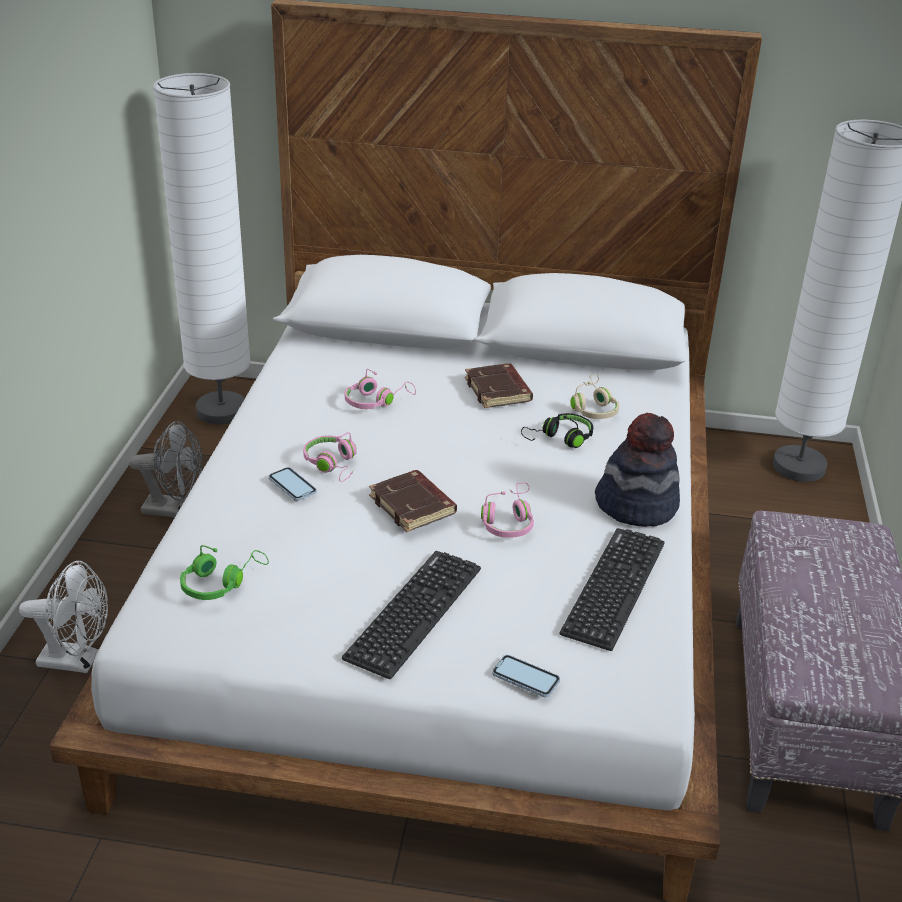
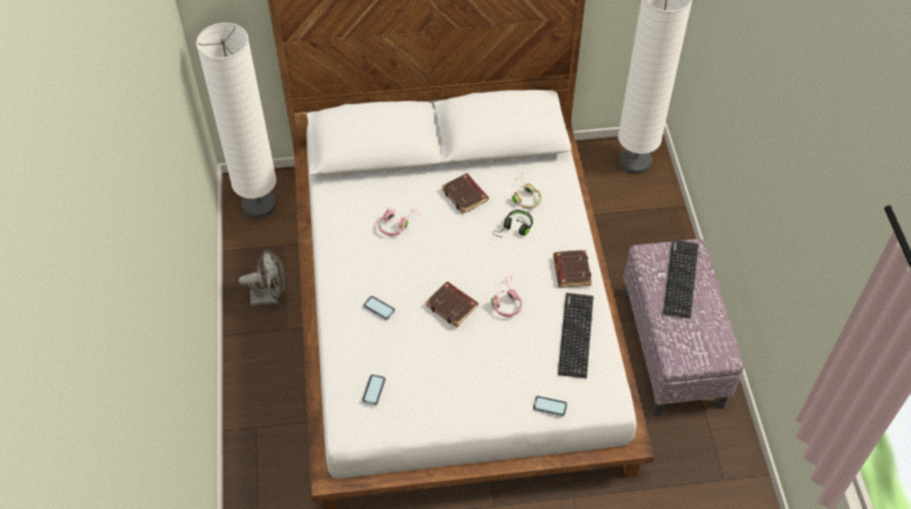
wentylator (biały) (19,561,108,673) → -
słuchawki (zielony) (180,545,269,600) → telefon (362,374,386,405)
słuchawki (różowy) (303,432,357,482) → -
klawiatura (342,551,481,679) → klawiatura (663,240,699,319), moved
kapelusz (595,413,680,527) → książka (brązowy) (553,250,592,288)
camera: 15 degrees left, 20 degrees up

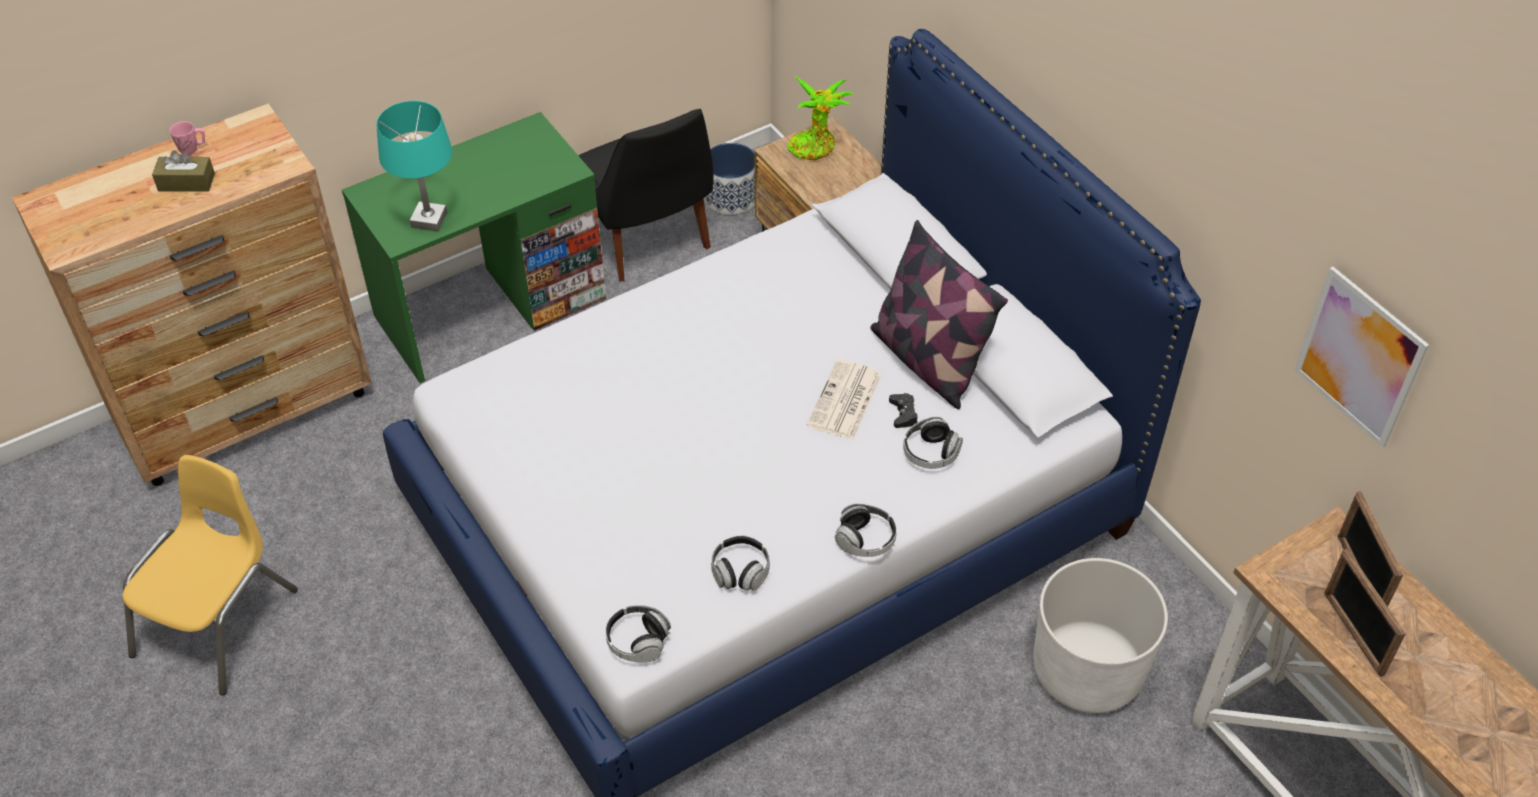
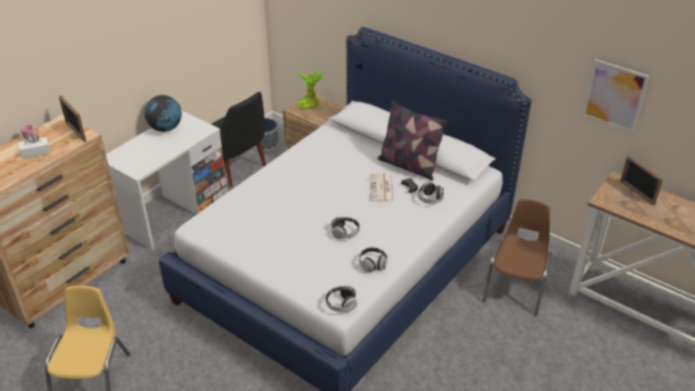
pudełko chusteczek (brązowy) (152,150,215,192) → pudełko chusteczek (biały) (19,134,50,159)
biurko (zielony) (342,112,607,383) → biurko (biały) (106,110,227,250)
lampa stołowa (turkusowy) (376,101,452,232) → -
słuchawki (835,503,897,557) → słuchawki (331,217,360,239), moved
donica (biały) (1033,558,1168,713) → krzesło (brązowy) (482,199,551,316)
ramka na zdjęcie (1324,549,1406,677) → ramka na zdjęcie (59,95,87,142), moved
- → globus (144,95,182,132)
camera: 20 degrees left, 10 degrees down

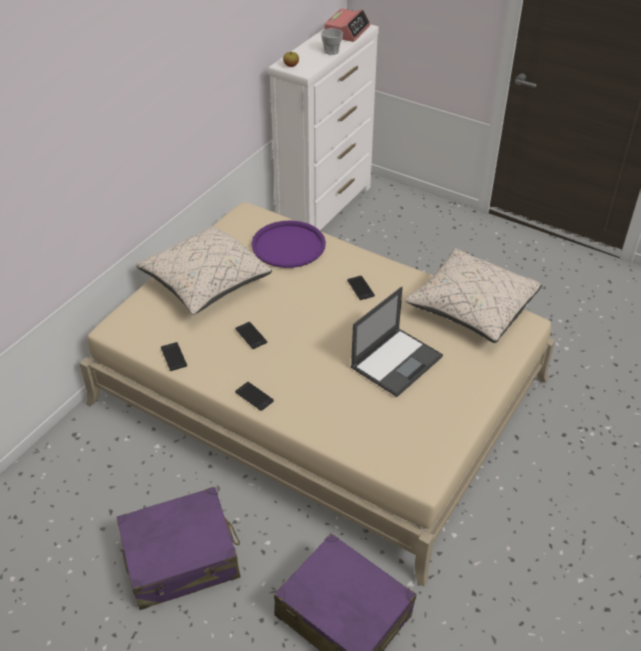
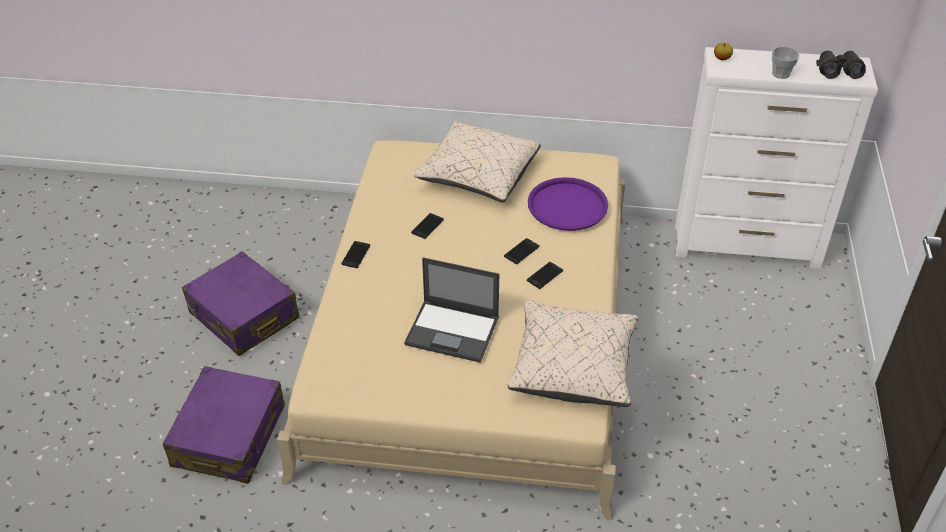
telefon (161,342,187,371) → telefon (504,238,539,264), moved
budzik (324,8,370,42) → lornetka (czarny) (816,51,866,79)
camera: 65 degrees right, 0 degrees up

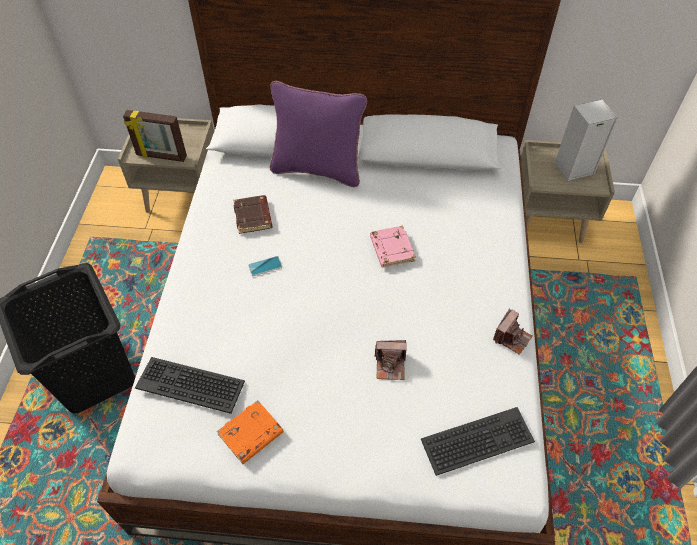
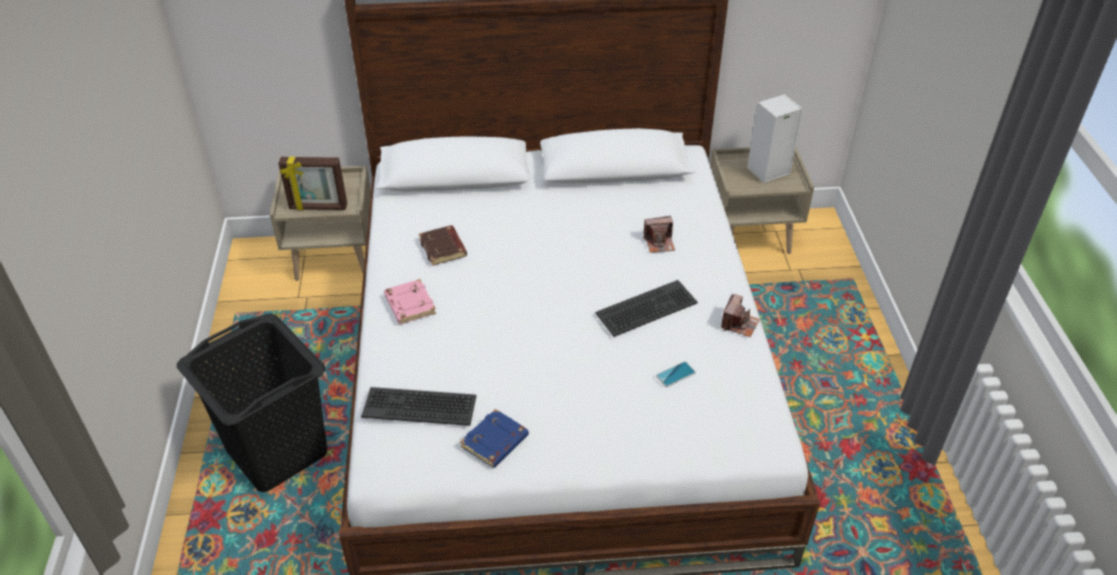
książka (pomarańczowy) (217,400,284,464) → książka (niebieski) (460,409,529,468)
telefon (248,256,282,276) → telefon (656,362,696,387), moved
poduszka (fioletowy) (270,81,367,187) → -
książka (różowy) (370,226,416,268) → książka (różowy) (384,279,436,324), moved
aparat fotograficzny (374,340,406,380) → aparat fotograficzny (643,216,675,253), moved
klawiatura (421,407,535,476) → klawiatura (595,280,698,337), moved
camera: 10 degrees left, 10 degrees down

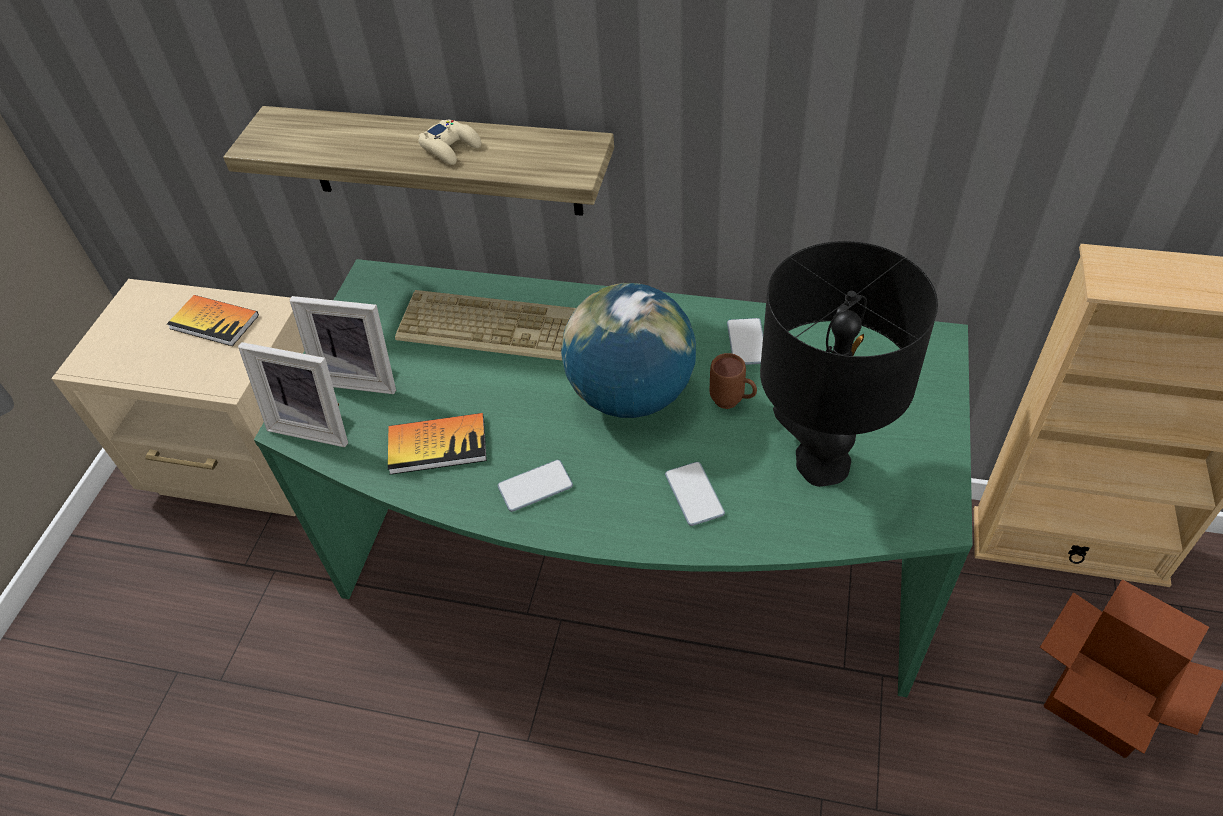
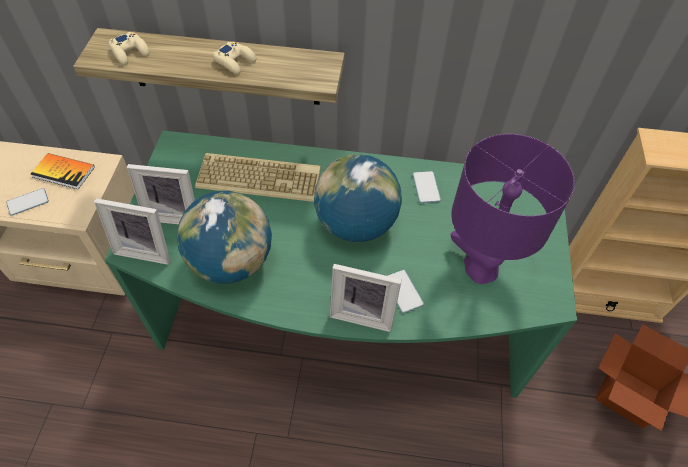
książka (388,413,487,475) → globus (177,191,272,283)
telefon (498,460,573,512) → telefon (6,188,49,216), moved
kubek (brązowy) (710,353,757,409) → -
lampa stołowa (czarny) (760,241,938,487) → lampa stołowa (fioletowy) (450,134,575,284)
- → pad do gier (beżowy) (108,32,150,65)
- → ramka na zdjęcie (330,264,402,332)
camera: 10 degrees left, 5 degrees up

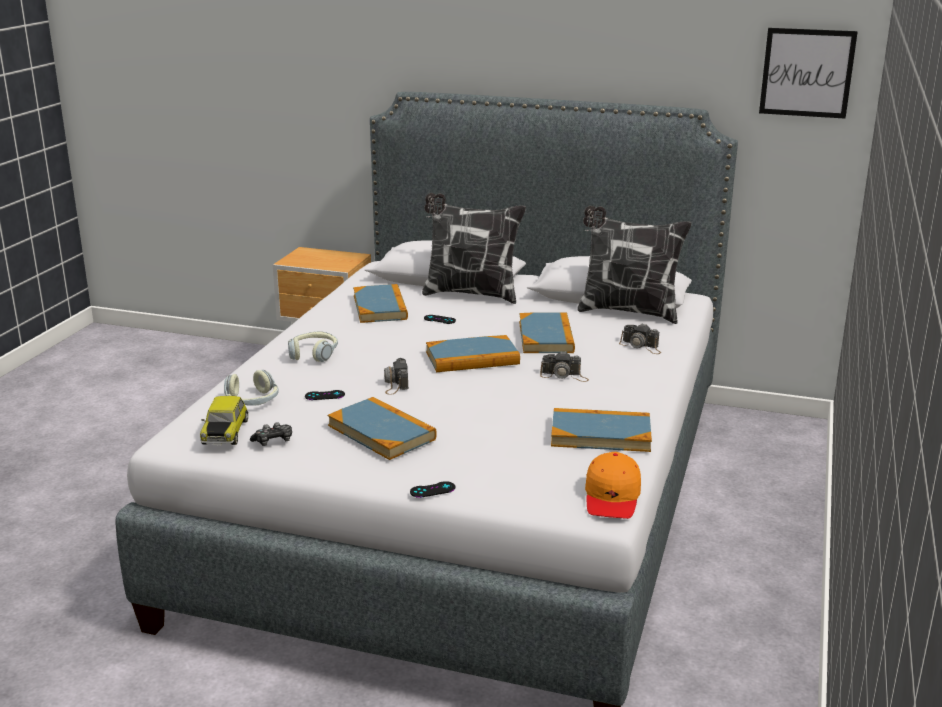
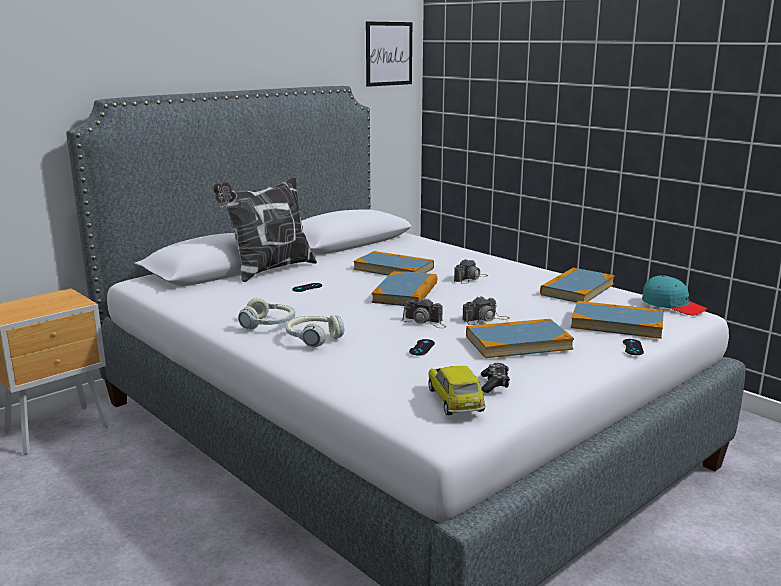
samochodzik (200,396,248,445) → samochodzik (429,366,486,415), 135 degrees counterclockwise
słuchawki (224,370,279,406) → słuchawki (238,298,295,329), moved
książka (353,284,408,323) → książka (571,301,664,339), moved
poduszka (577,206,692,324) → -
czapka z daszkiem (pomarańczowy) (585,452,641,519) → czapka z daszkiem (turkusowy) (642,275,707,316)
aparat fotograficzny (619,324,661,354) → aparat fotograficzny (462,296,510,325), moved
camera: 60 degrees left, 5 degrees down

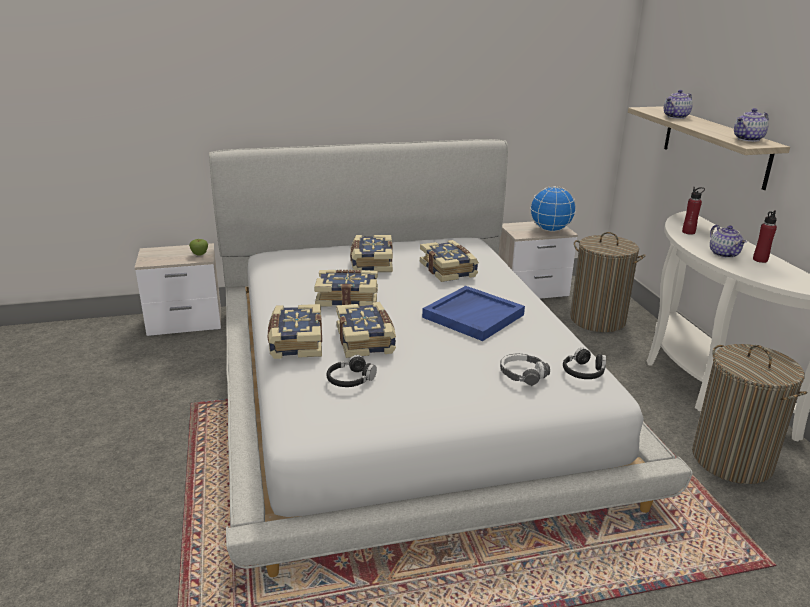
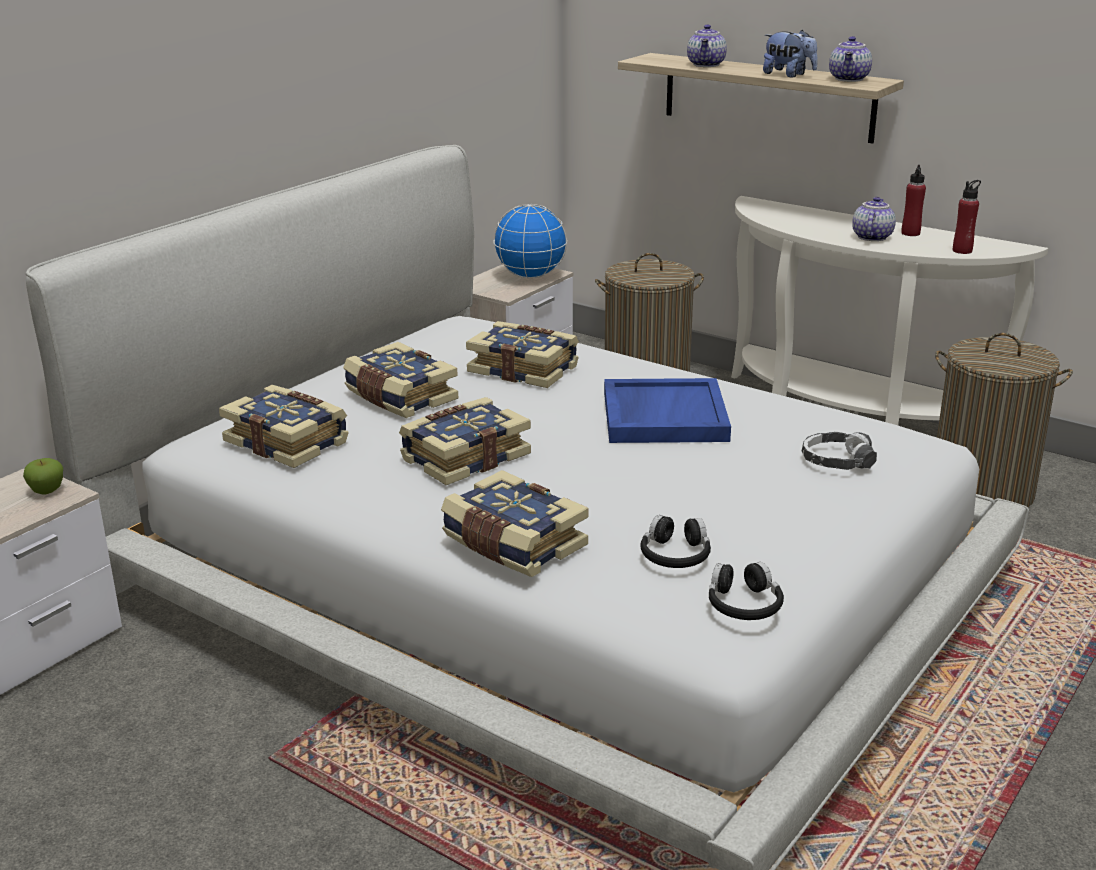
książka (336,302,396,358) → książka (219,385,349,468), moved
słuchawki (czarny) (563,348,606,379) → słuchawki (czarny) (709,562,784,620), moved
butelka (czerwony) (682,187,705,235) → butelka (czerwony) (953,180,981,254), moved
imbryk (710,225,747,258) → imbryk (852,197,896,241), 105 degrees counterclockwise
- → pluszak (763,30,818,78)
camera: 40 degrees left, 0 degrees up

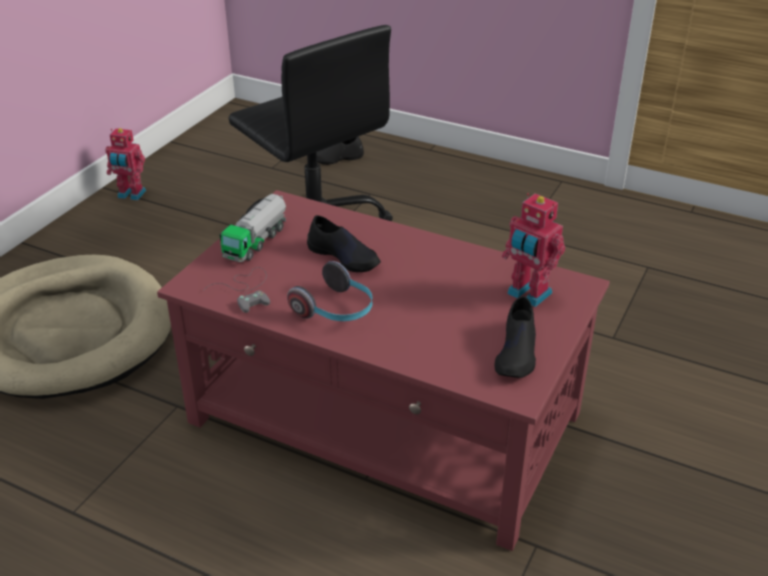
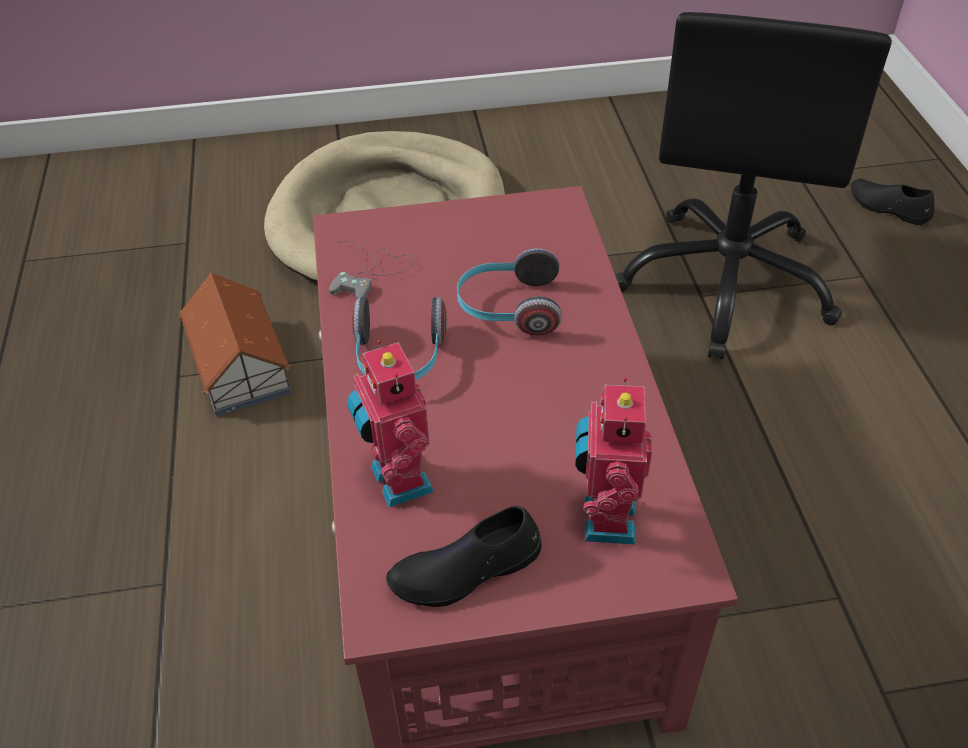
robot zabawkowy (105,128,146,200) → robot zabawkowy (347,340,435,507), moved
ciężarówka zabawkowa (219,194,286,262) → -
but (czarny) (307,215,381,272) → słuchawki (457,248,562,336)
- → domek (179,272,292,417)
camera: 55 degrees right, 10 degrees up

